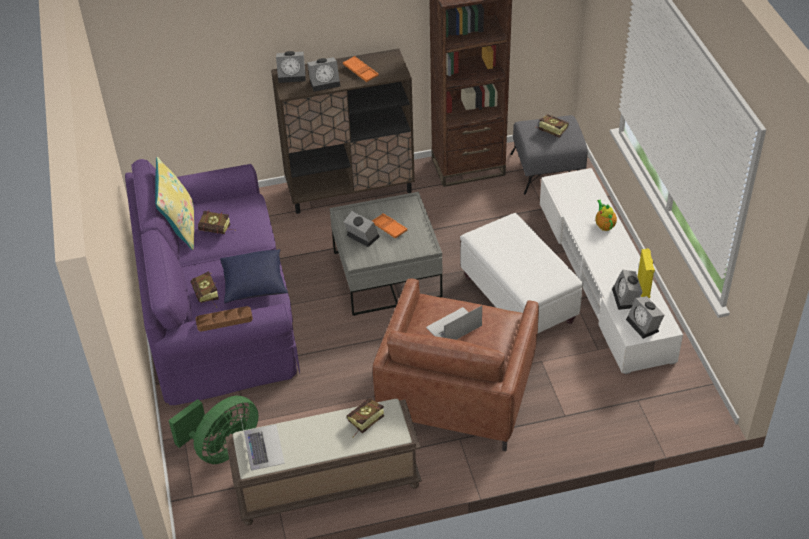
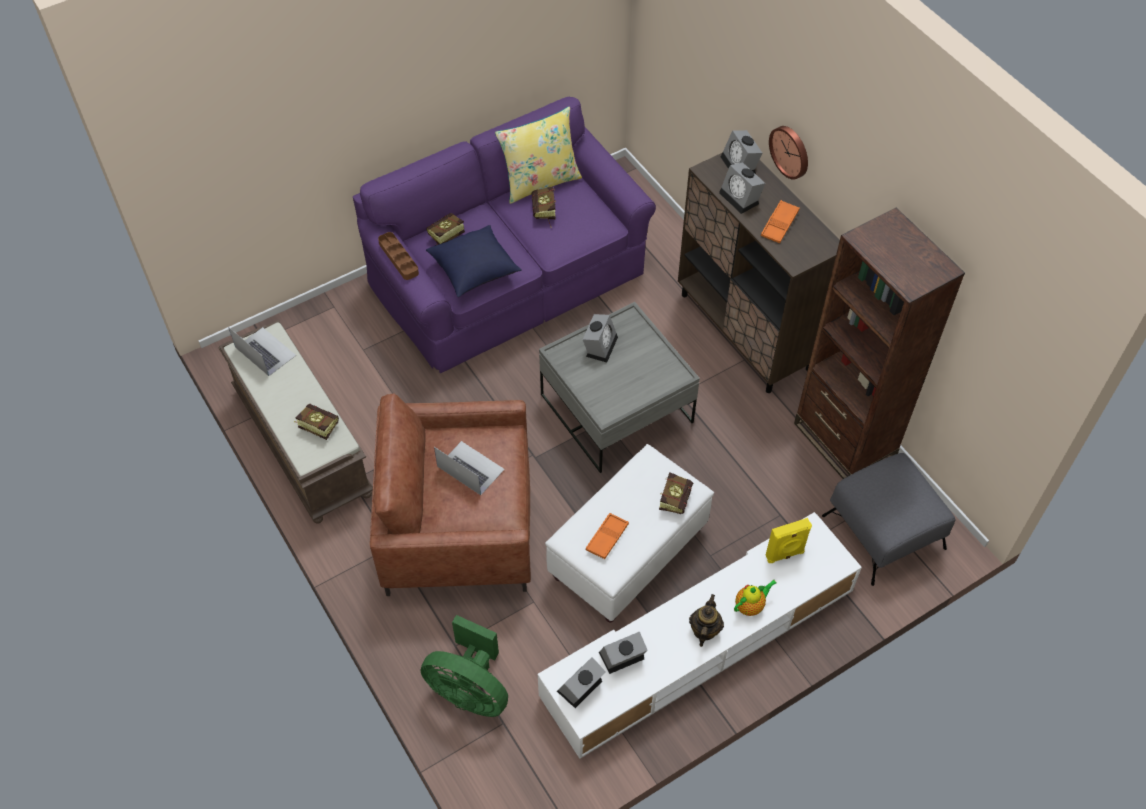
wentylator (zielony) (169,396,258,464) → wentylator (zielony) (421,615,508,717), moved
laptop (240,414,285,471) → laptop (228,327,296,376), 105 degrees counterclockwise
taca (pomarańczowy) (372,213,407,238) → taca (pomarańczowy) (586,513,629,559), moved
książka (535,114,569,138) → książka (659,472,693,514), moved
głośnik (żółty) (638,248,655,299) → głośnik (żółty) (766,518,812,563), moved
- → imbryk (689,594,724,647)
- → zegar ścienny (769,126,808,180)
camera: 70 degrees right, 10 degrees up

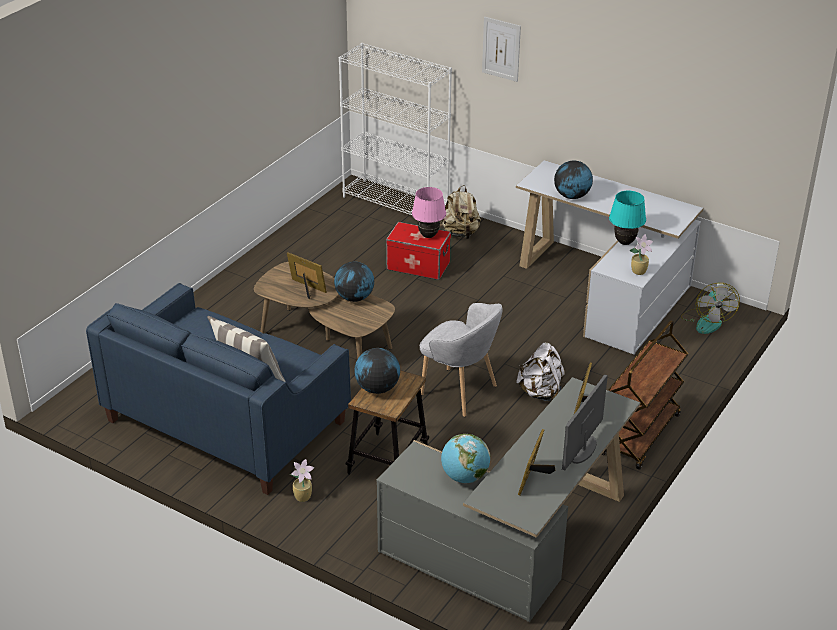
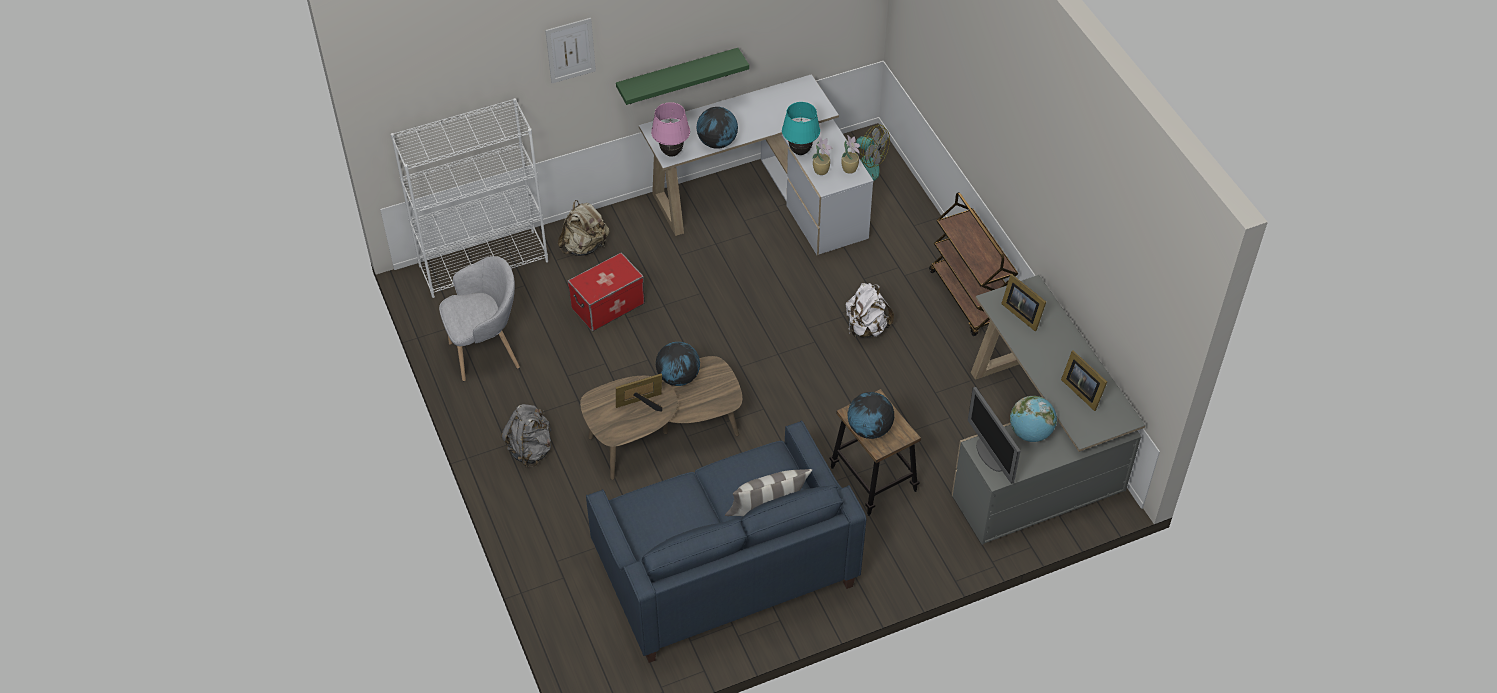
roślina doniczkowa (290,459,315,502) → roślina doniczkowa (812,136,832,175), moved
lampa stołowa (różowy) (412,187,446,238) → lampa stołowa (różowy) (651,102,690,157), moved
fotel (szary) (420,303,503,417) → fotel (szary) (439,256,520,381), moved
monitor (562,374,608,470) → monitor (968,386,1020,484), moved
- → plecak (szary) (501,404,551,467)
- → półka (zielony) (616,48,749,105)
camera: 55 degrees left, 15 degrees up

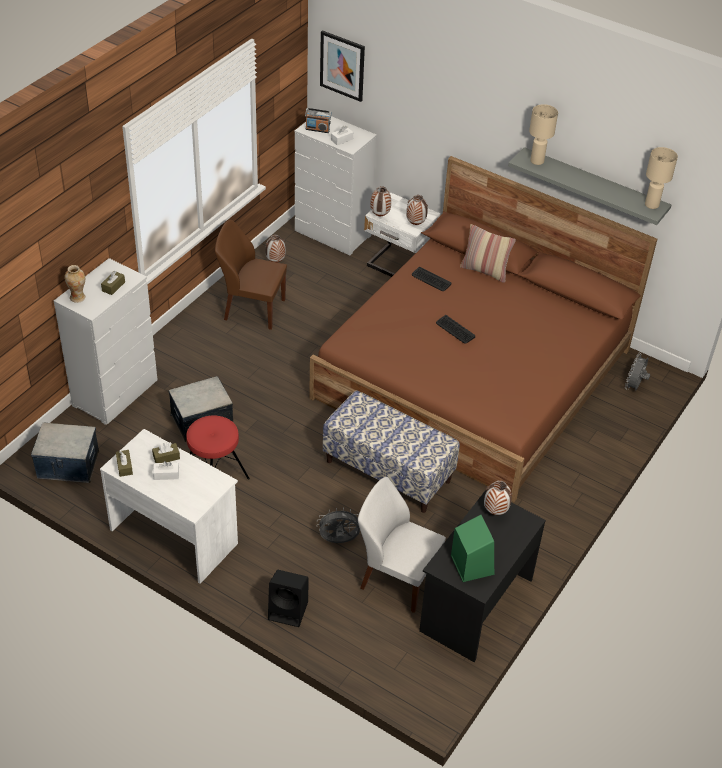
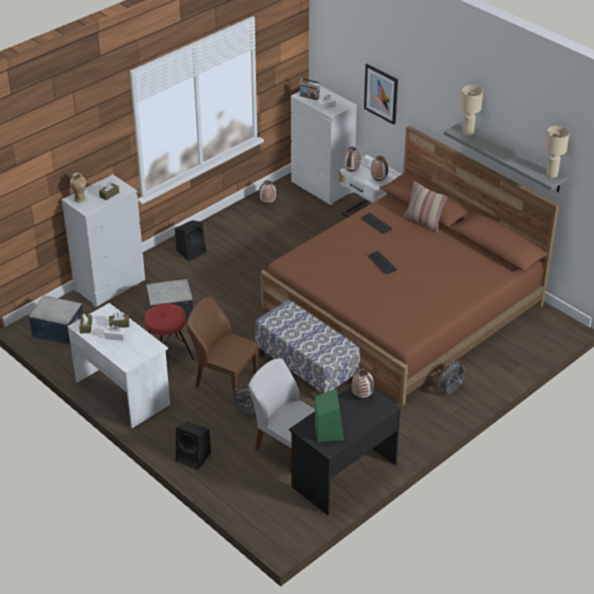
krzesło (brązowy) (215,220,287,330) → krzesło (brązowy) (186,296,258,399), moved
obraz (320,30,365,102) → obraz (364,64,398,125), moved
wentylator (szary) (625,353,650,391) → wentylator (szary) (438,360,465,394), moved
- → głośnik (czarny) (175,220,206,261)
camera: 15 degrees right, 5 degrees down

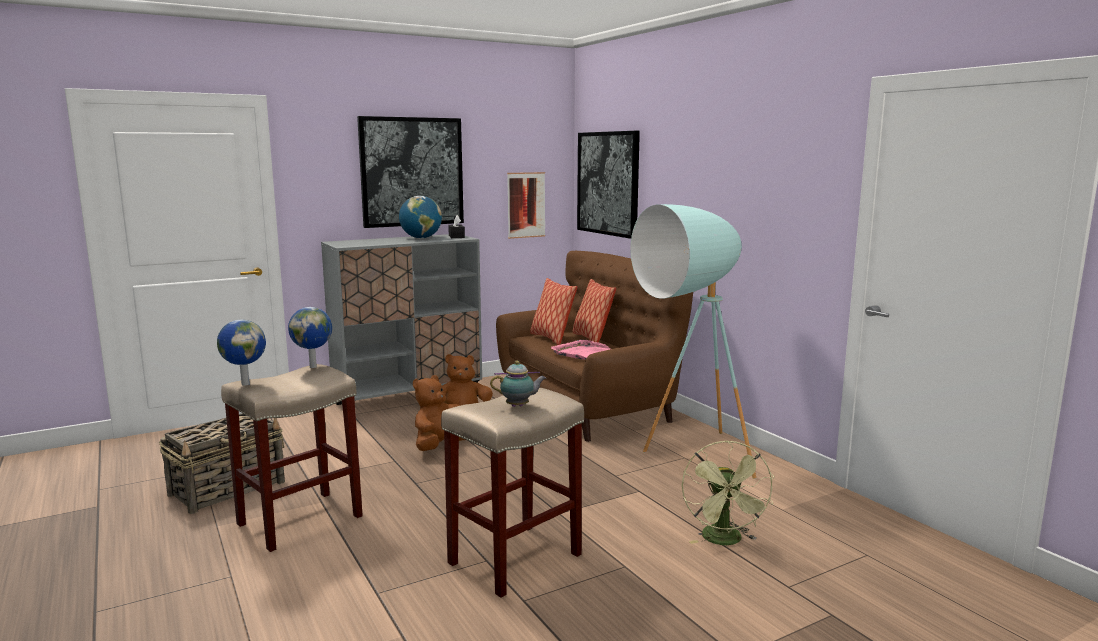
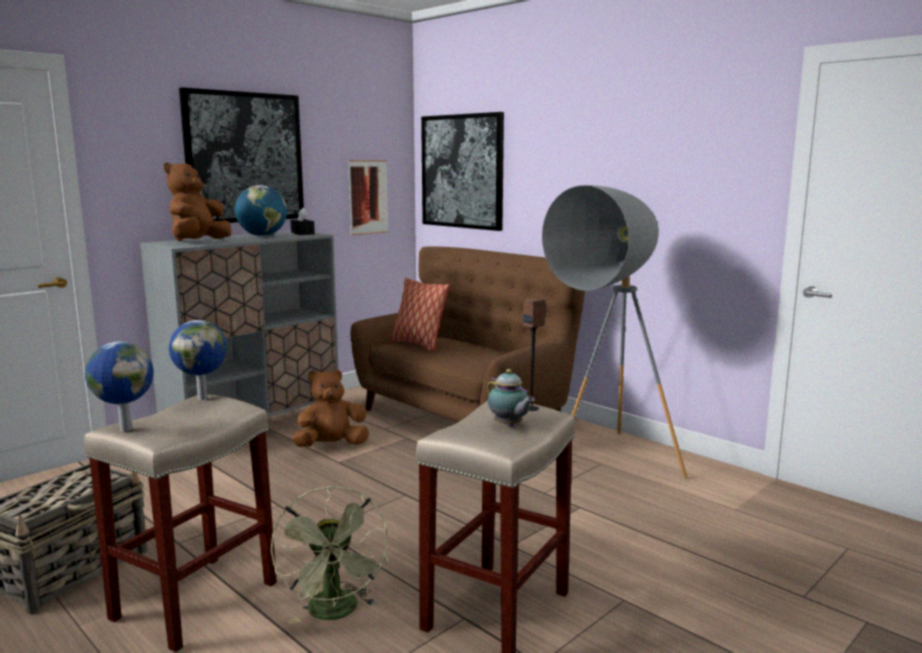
pluszak (brązowy) (413,375,465,451) → pluszak (brązowy) (164,162,232,241), moved
imbryk (490,361,546,407) → imbryk (487,369,535,427), 75 degrees clockwise
taca (różowy) (551,340,610,360) → -
poduszka (573,279,616,342) → -
lampa stojąca (turkusowy) (630,204,756,479) → lampa stojąca (szary) (542,185,688,479)
wentylator (zielony) (682,441,774,545) → wentylator (zielony) (271,486,388,624), moved
- → głośnik (523,298,545,411)
camera: 15 degrees left, 0 degrees up

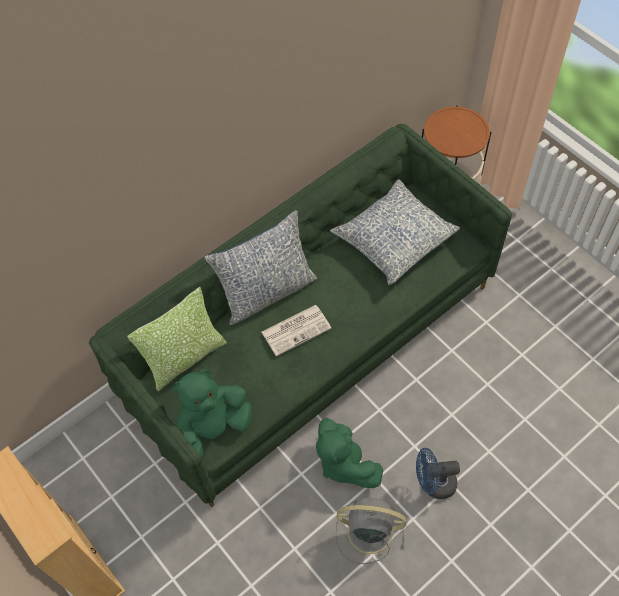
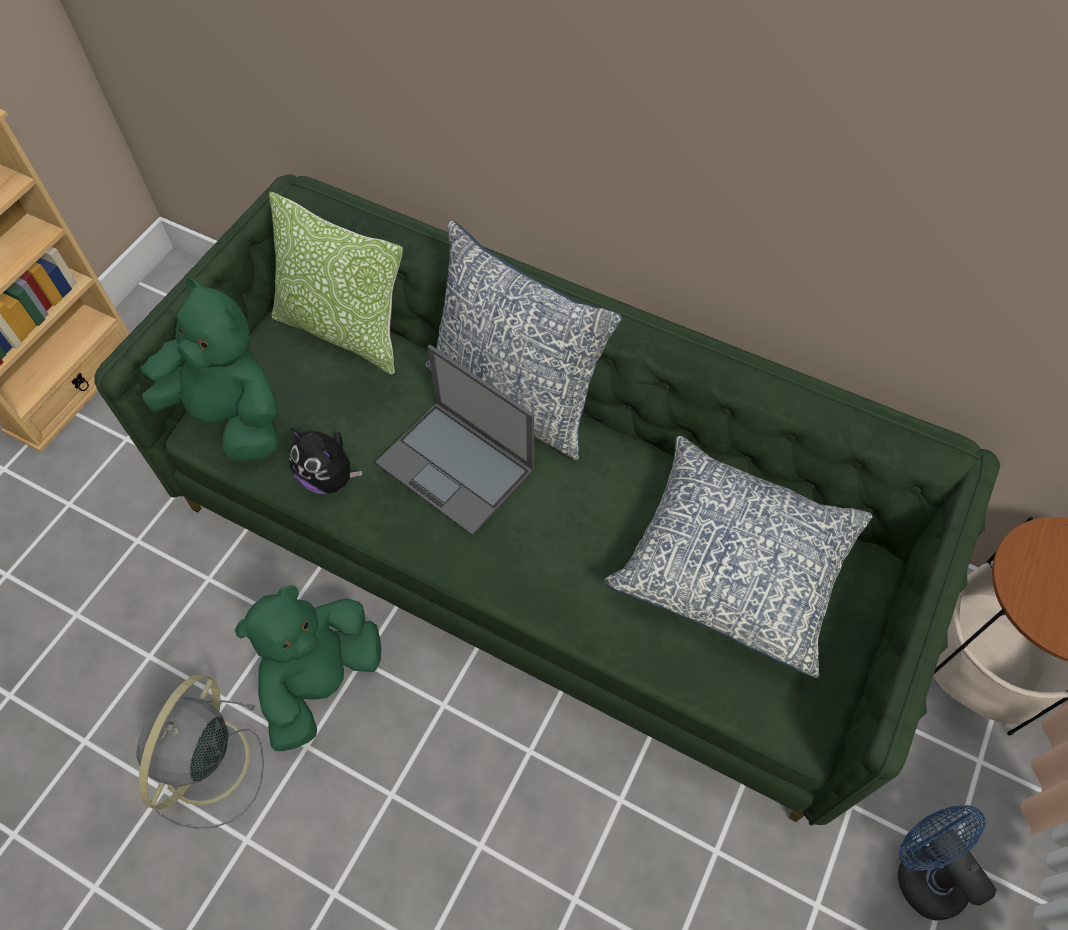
gazeta (262,305,331,356) → laptop (375,345,534,536)
wentylator (szary) (336,498,407,564) → wentylator (szary) (136,674,264,829), 150 degrees counterclockwise
wentylator (niebieski) (416,448,460,499) → wentylator (niebieski) (898,805,997,921), moved
- → pluszak (289,428,362,494)
camera: 65 degrees right, 0 degrees up

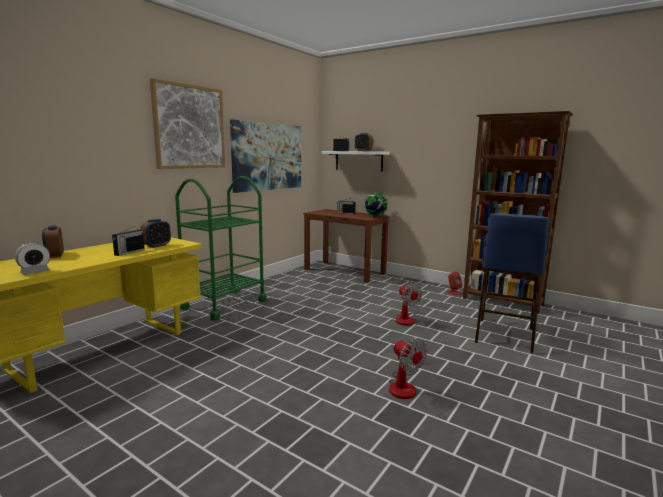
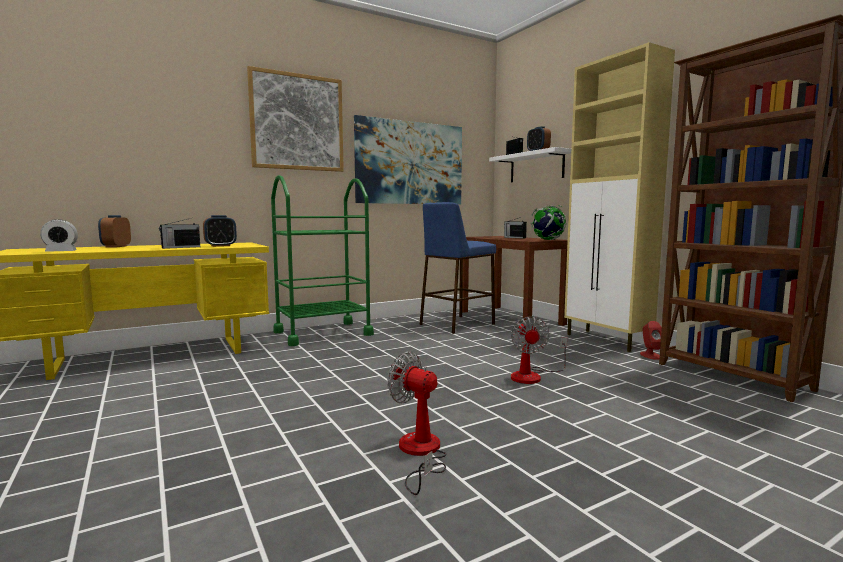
wentylator (389,338,427,399) → wentylator (387,352,446,495), 135 degrees clockwise
stołek (niebieski) (475,213,550,353) → stołek (niebieski) (420,202,496,334), moved
- → szafka (beżowy) (564,42,675,352)
camera: 25 degrees right, 5 degrees down

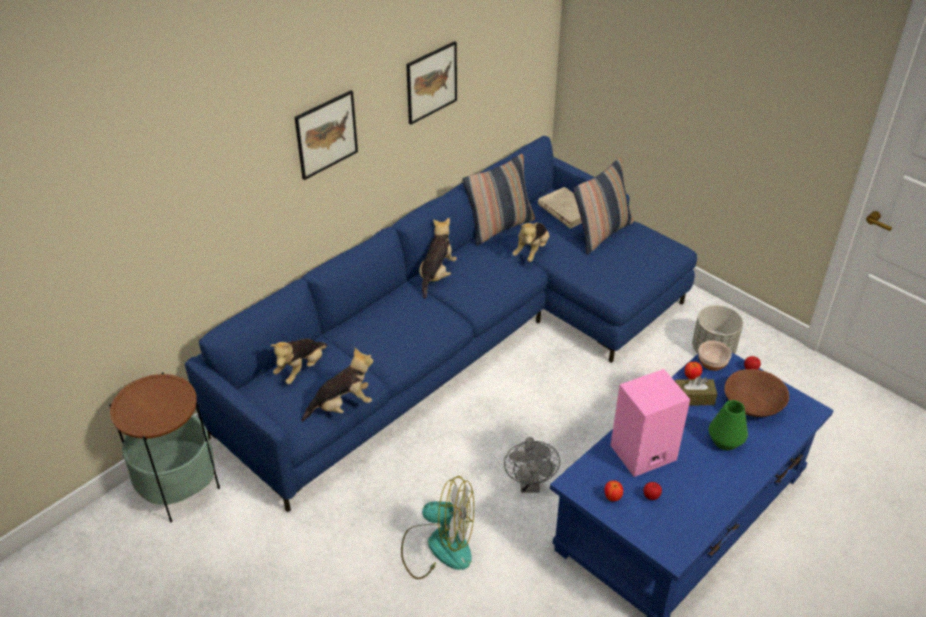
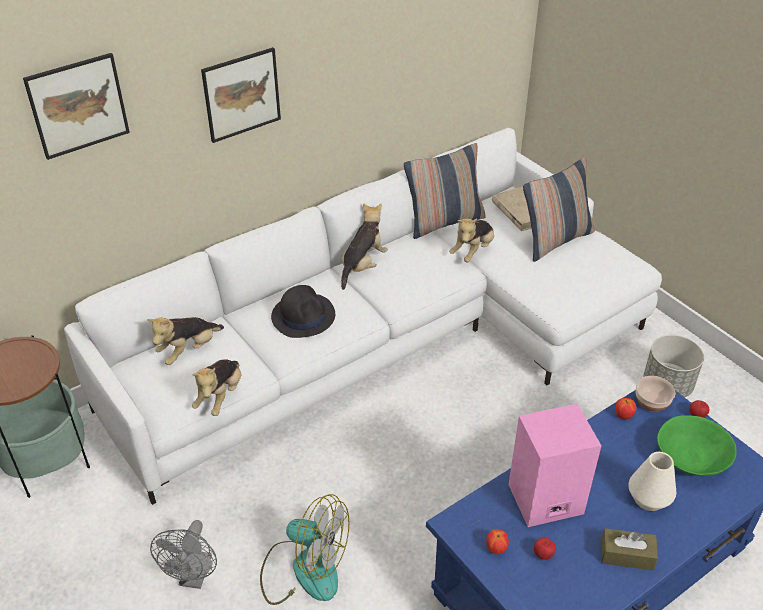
kanapa (niebieski) (185,136,697,512) → kanapa (biały) (64,128,662,505)
pluszak (302,348,373,421) → pluszak (192,360,241,416), 120 degrees clockwise
obraz (406,41,457,125) → obraz (23,53,130,160), moved
wentylator (szary) (504,437,560,493) → wentylator (szary) (150,520,217,589), moved
pudełko chusteczek (brązowy) (675,376,717,405) → pudełko chusteczek (brązowy) (601,528,658,571), moved
wazon (zielony) (709,400,748,450) → wazon (biały) (629,452,676,511)
miska (brązowy) (724,369,789,417) → miska (zielony) (657,415,737,476)
- → kapelusz (czarny) (271,285,335,338)
camera: 10 degrees right, 0 degrees up

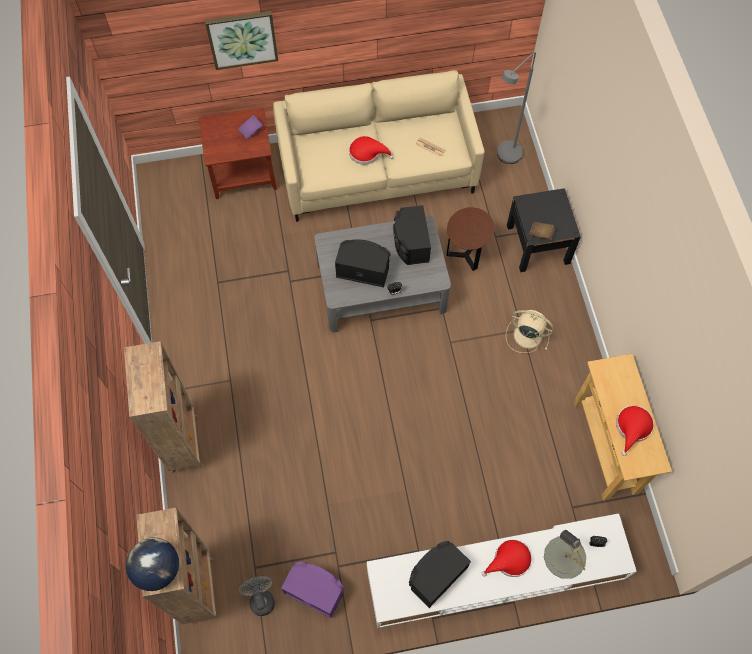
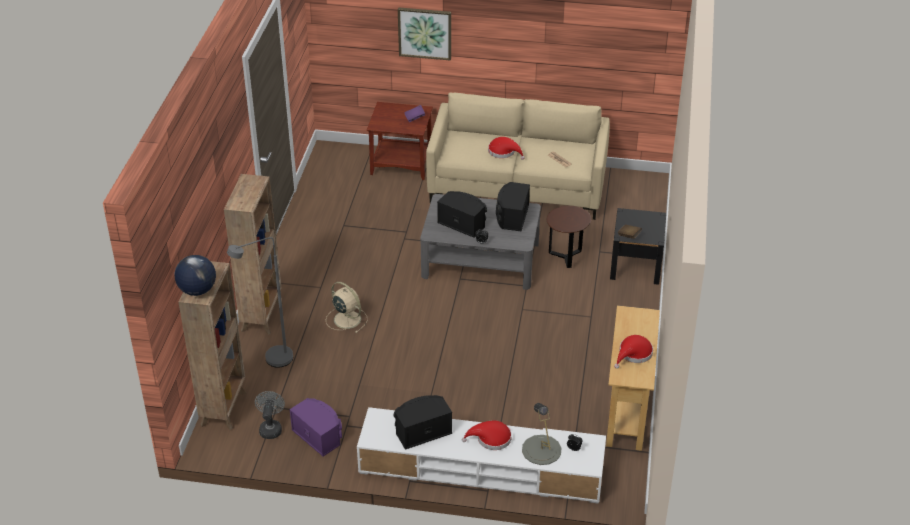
lampa stojąca (szary) (497,52,536,164) → lampa stojąca (szary) (227,237,293,368), moved
wentylator (beżowy) (506,310,554,353) → wentylator (beżowy) (326,282,367,333), moved
camera: 20 degrees right, 25 degrees down

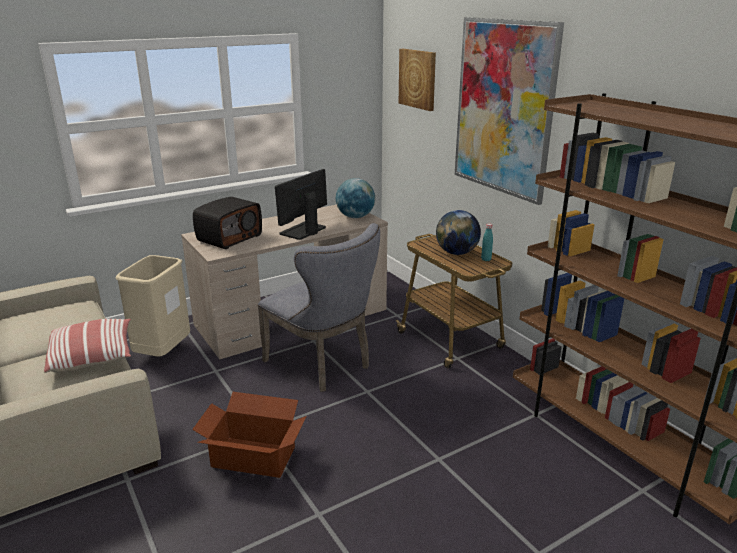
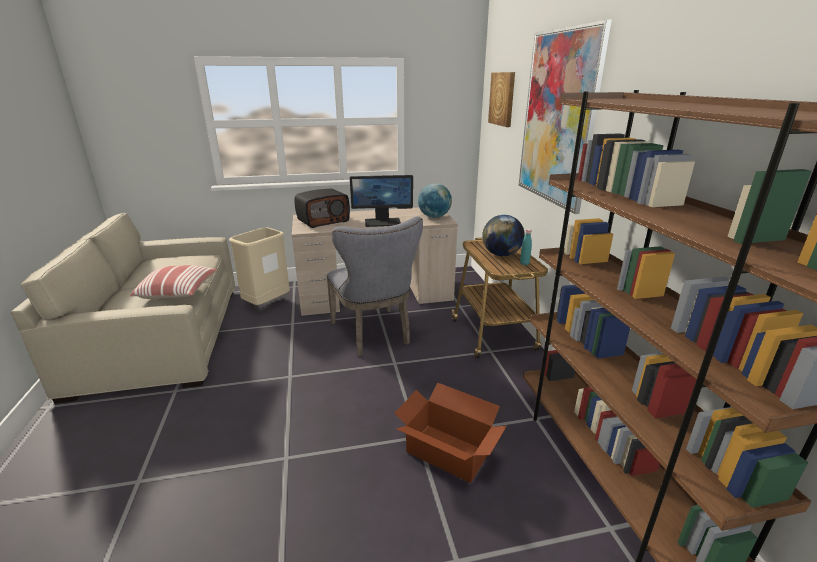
karton (192,392,307,478) → karton (394,382,507,483), moved
monitor (275,169,327,240) → monitor (350,175,413,227), 150 degrees counterclockwise
camera: 20 degrees right, 0 degrees up

